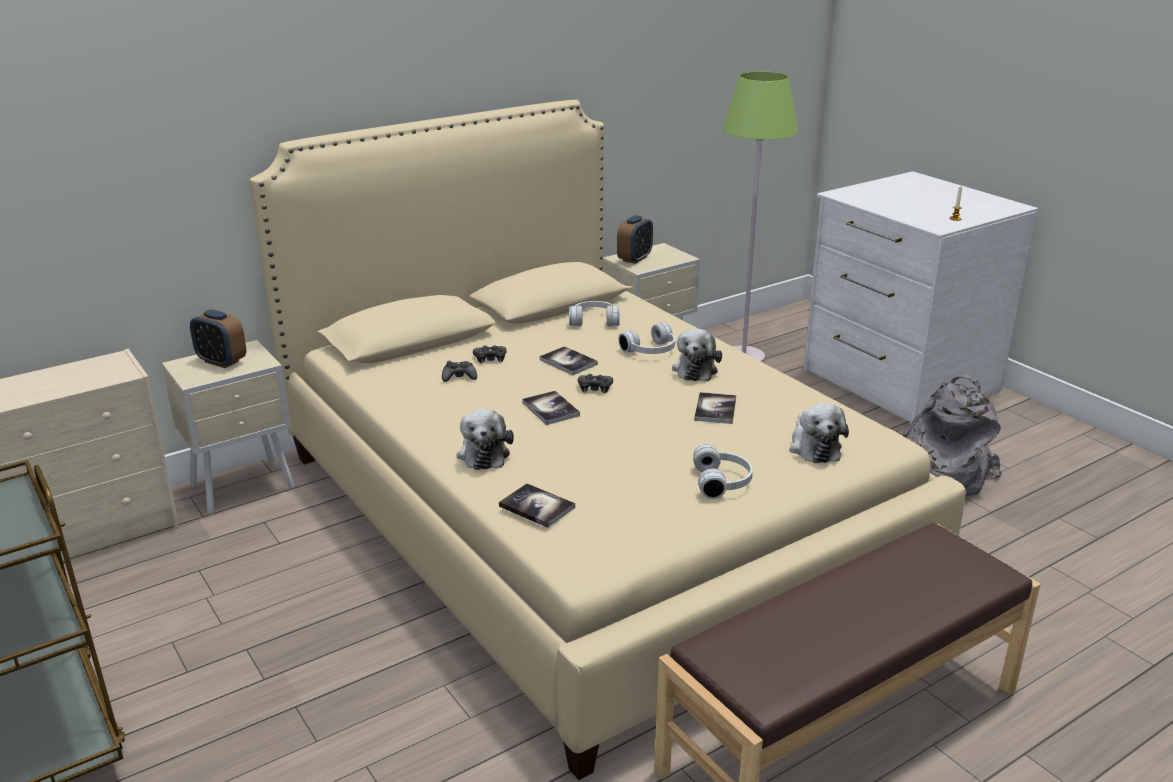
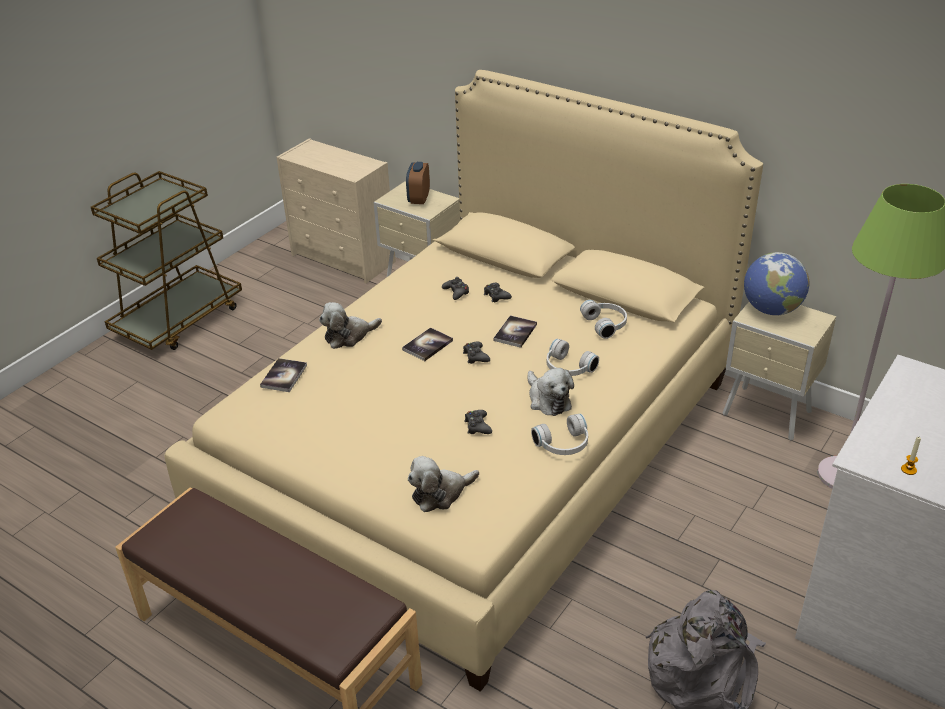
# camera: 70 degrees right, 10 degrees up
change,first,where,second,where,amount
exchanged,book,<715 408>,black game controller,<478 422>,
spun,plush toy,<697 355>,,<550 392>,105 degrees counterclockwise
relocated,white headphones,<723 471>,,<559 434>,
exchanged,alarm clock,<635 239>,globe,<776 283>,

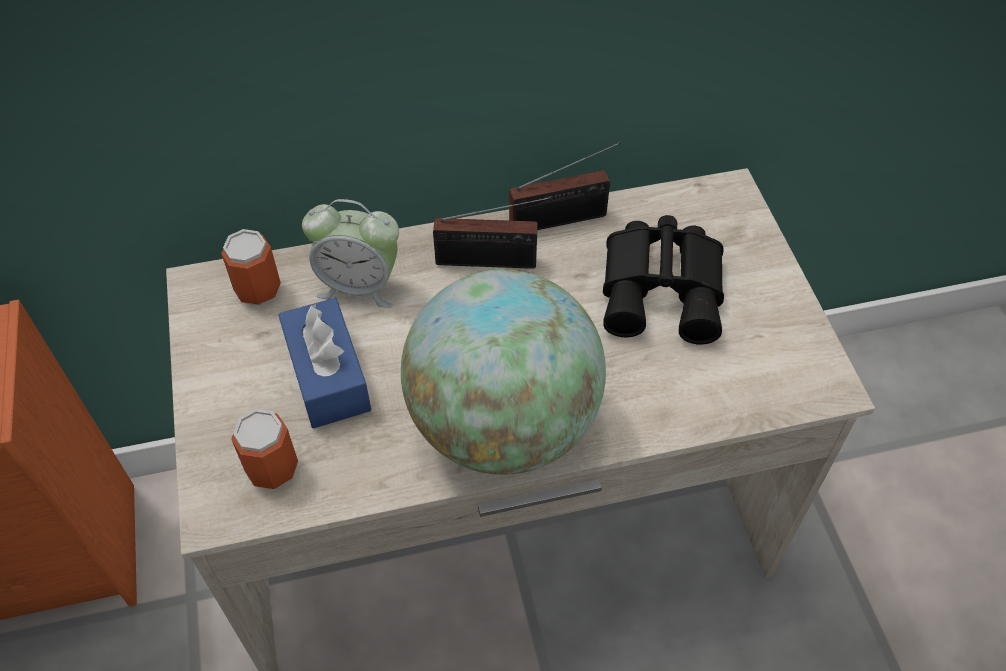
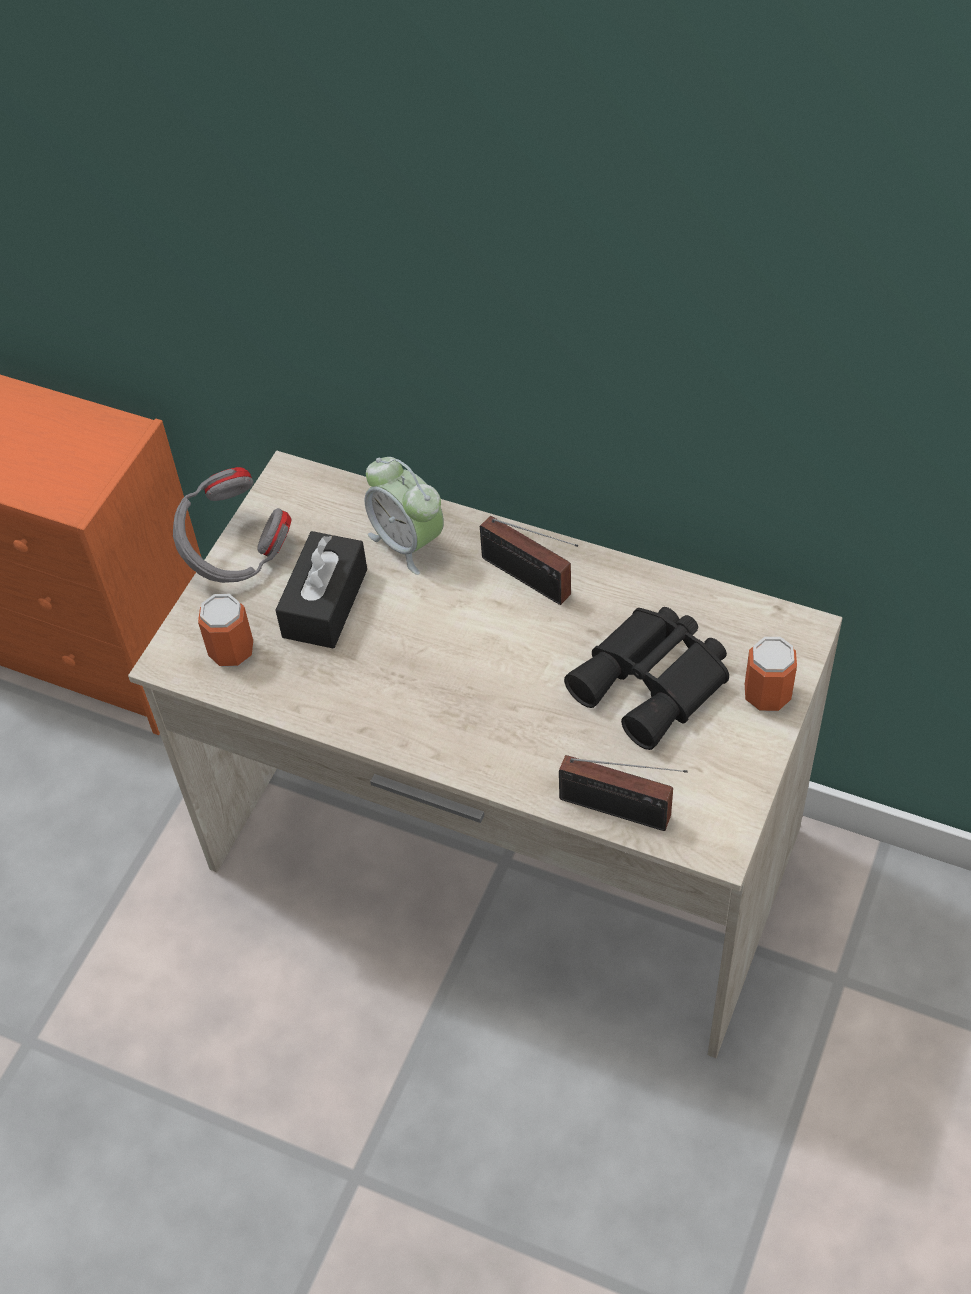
# camera: 40 degrees right, 0 degrees up
change,first,where,second,where,amount
appeared,,,grey headphones,<232 525>,
colour,blue tissue box,<324 363>,black tissue box,<321 589>,
relocated,radio,<565 186>,,<623 793>,
relocated,can,<251 267>,,<771 674>,
missing,globe,<503 372>,,,

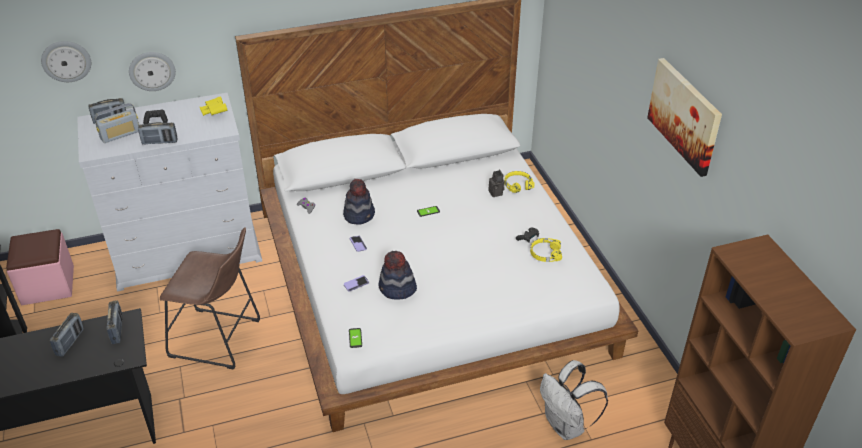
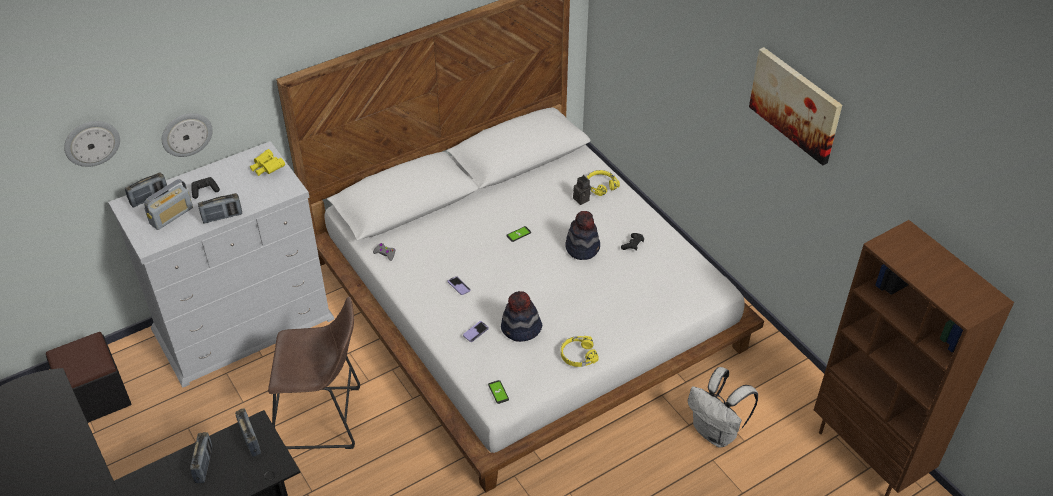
# camera: 15 degrees left, 5 degrees up
change,first,where,second,where,amount
colour,pink ottoman,<40 267>,black ottoman,<88 377>,
relocated,yellow headphones,<546 250>,,<580 351>,
relocated,hat,<359 202>,,<582 235>,

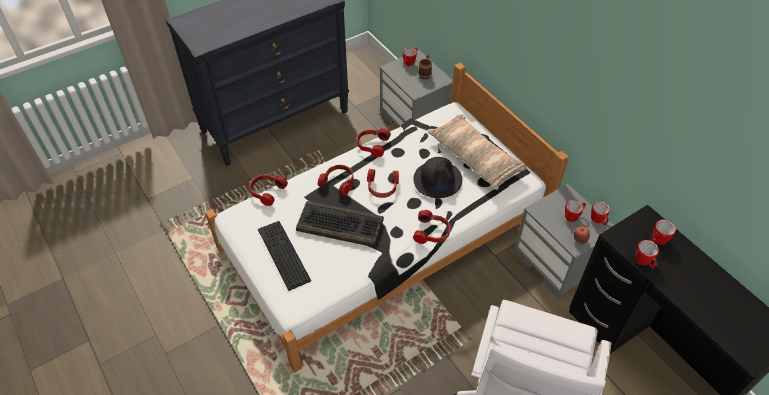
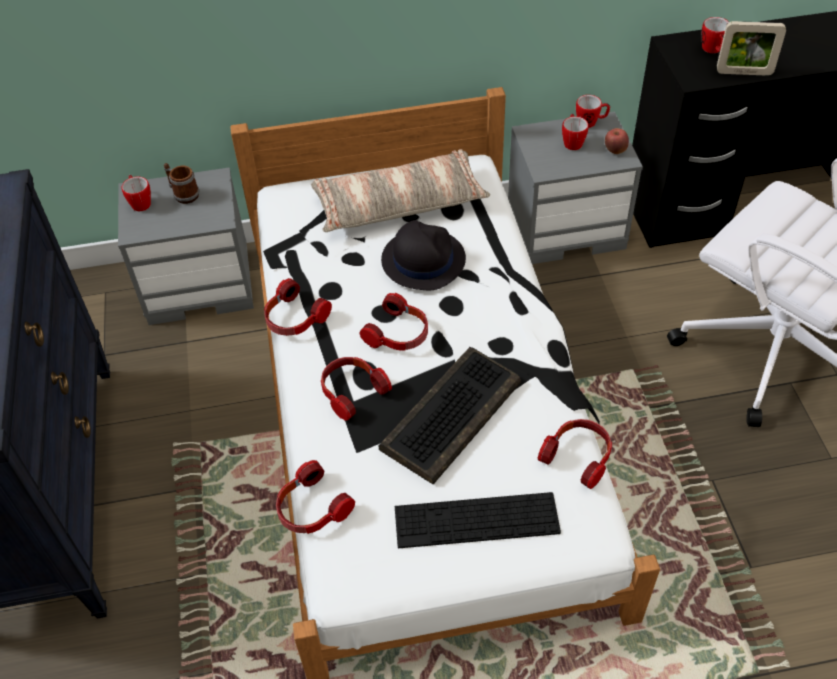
# camera: 65 degrees left, 0 degrees up
change,first,where,second,where,amount
relocated,headphones,<431 227>,,<575 454>,
exchanged,mug,<647 254>,picture frame,<751 48>,

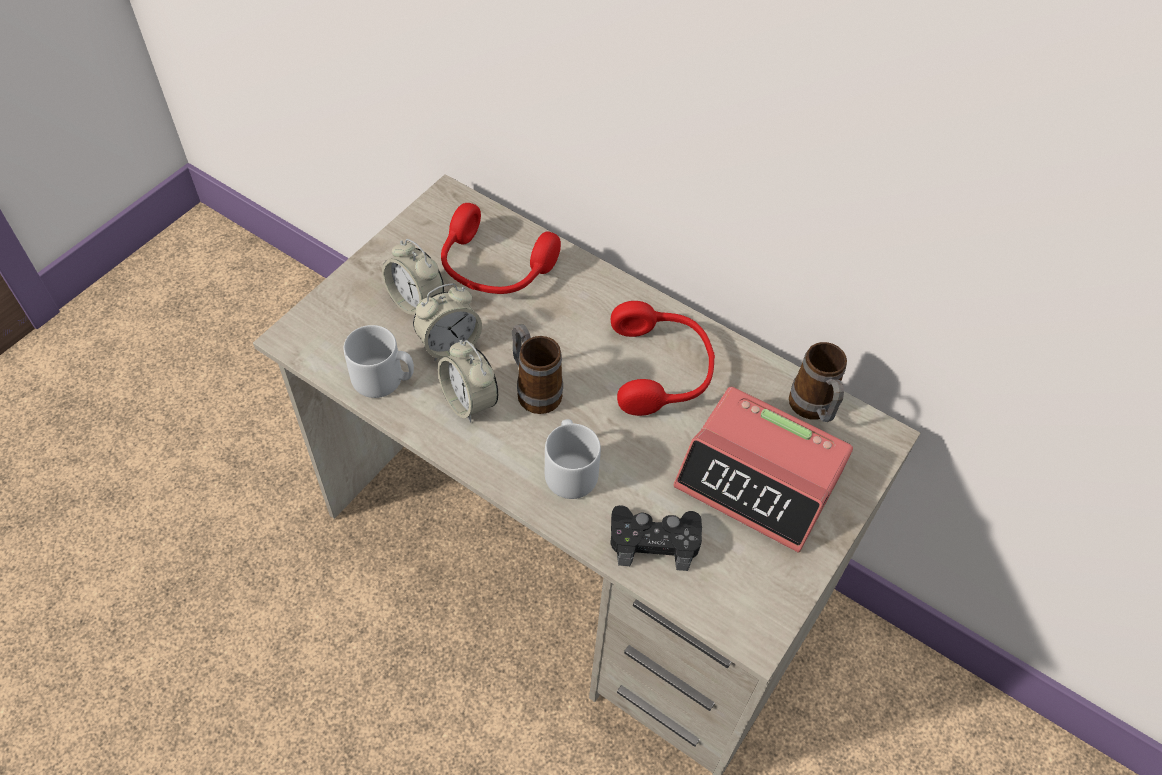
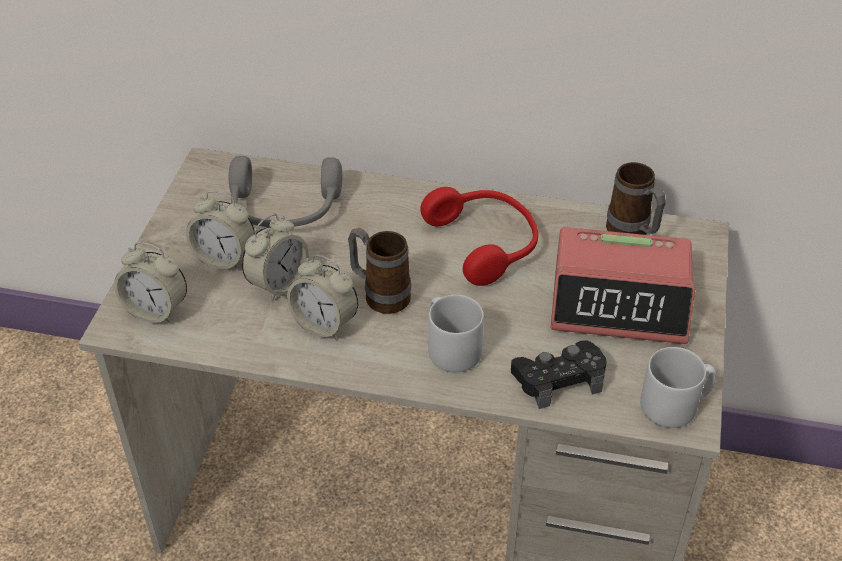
# camera: 20 degrees left, 10 degrees down
change,first,where,second,where,amount
appeared,,,alarm clock,<150 283>,
colour,red headphones,<501 248>,grey headphones,<285 191>,
relocated,grey mug,<379 361>,,<678 387>,

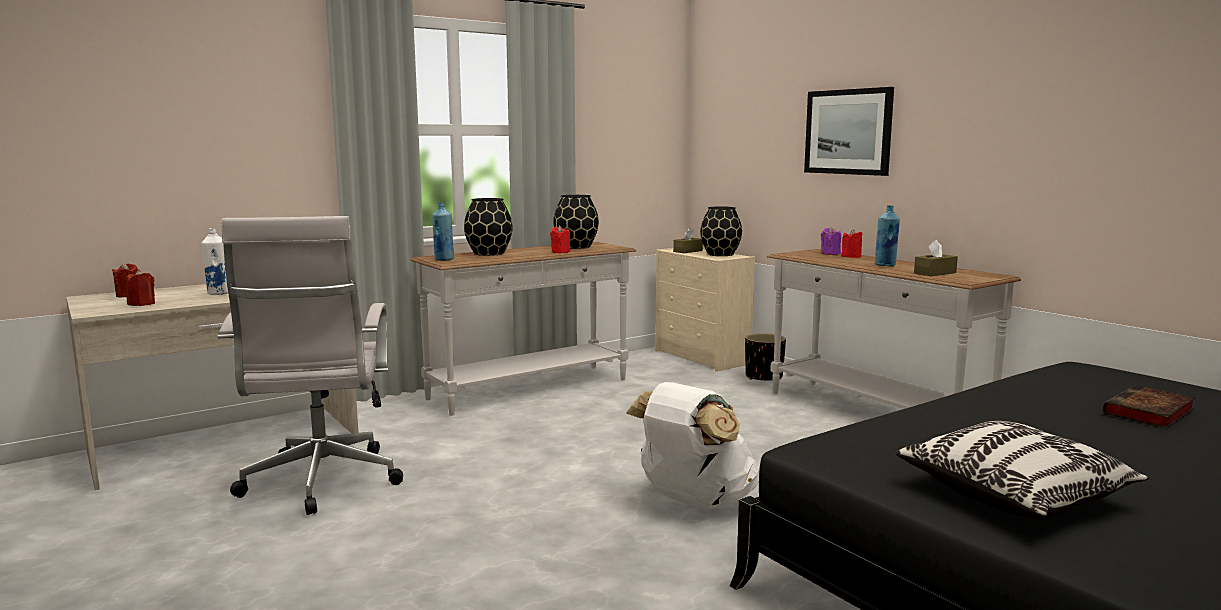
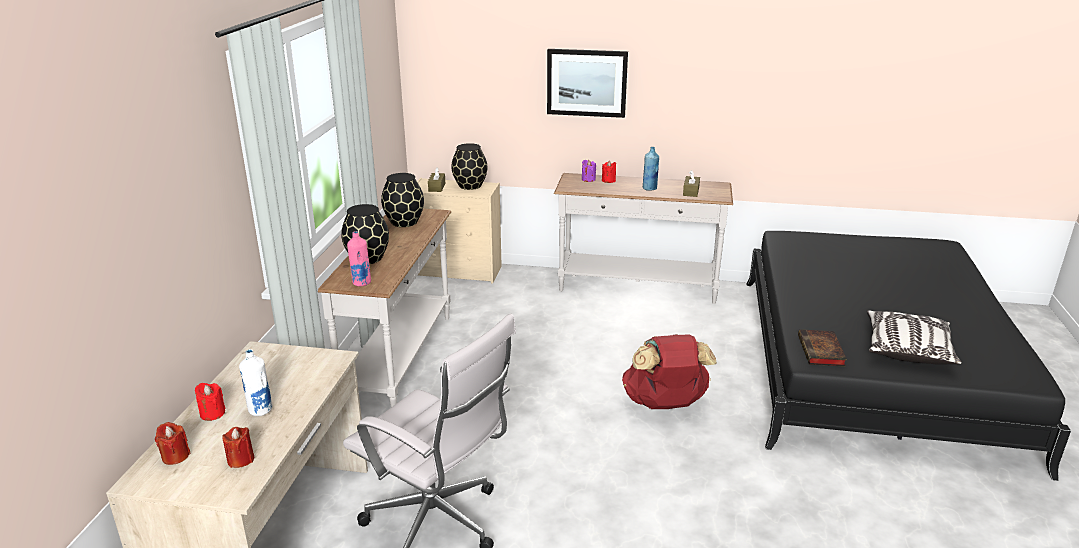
# camera: 45 degrees left, 15 degrees up
change,first,where,second,where,amount
relocated,red candle,<560 239>,,<210 402>,
colour,blue bottle,<443 231>,pink bottle,<359 258>,
colour,white backpack,<692 445>,red backpack,<669 371>,
relocated,book,<1149 407>,,<822 348>,
missing,black planter,<765 357>,,,

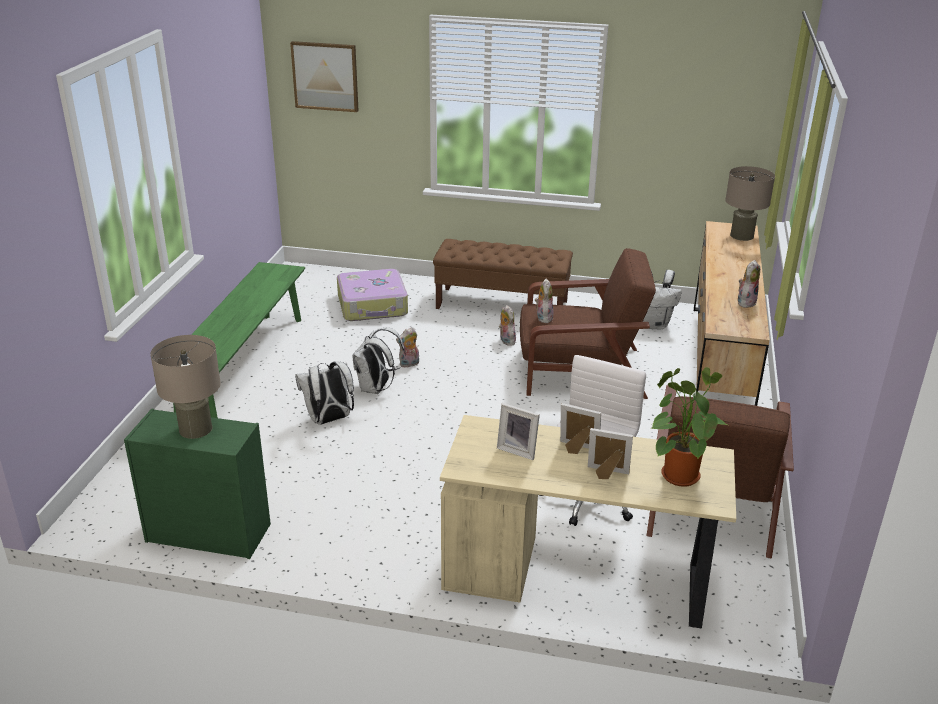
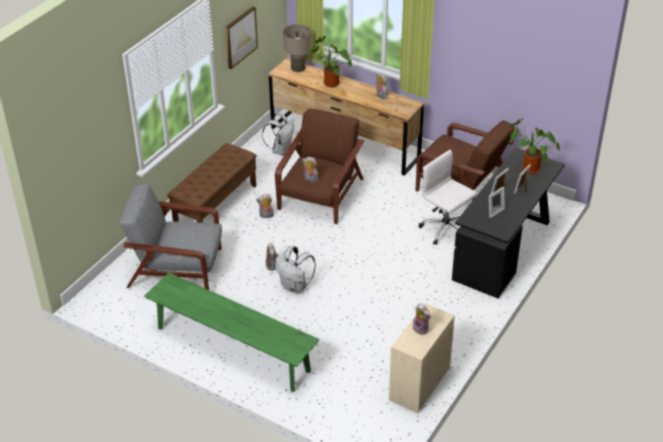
# camera: 70 degrees left, 10 degrees up
change,first,where,second,where,amount
exchanged,suitcase,<372 295>,grey armchair,<171 237>,
relocated,picture,<324 76>,,<241 37>,
appeared,,,potted plant,<330 61>,
colour,green dresser,<197 484>,beige dresser,<422 358>,
exchanged,beige table lamp,<185 387>,plush toy,<421 319>,
colour,beige desk,<588 522>,black desk,<508 223>,
missing,white backpack,<324 392>,,,

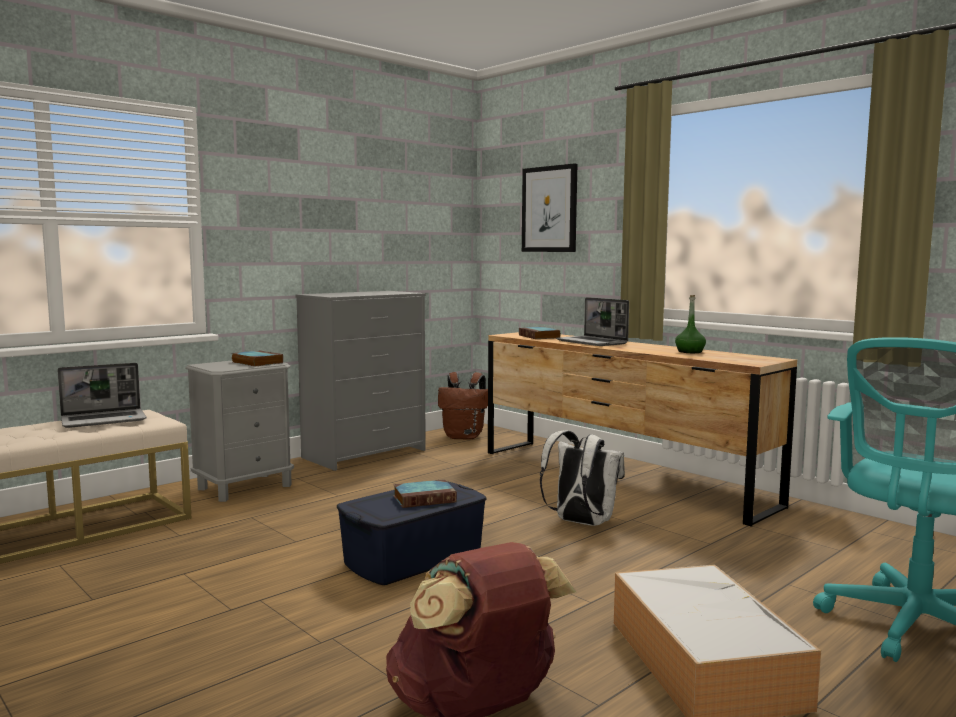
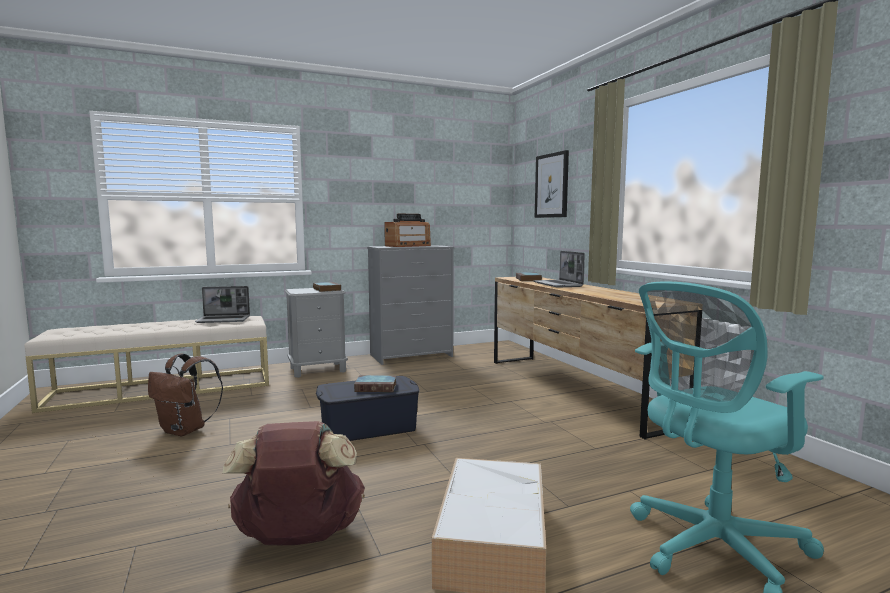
# camera: 20 degrees right, 0 degrees up
change,first,where,second,where,amount
relocated,brown backpack,<463 406>,,<185 395>,
appeared,,,radio,<407 230>,
missing,white backpack,<582 478>,,,
missing,green bottle,<690 324>,,,

